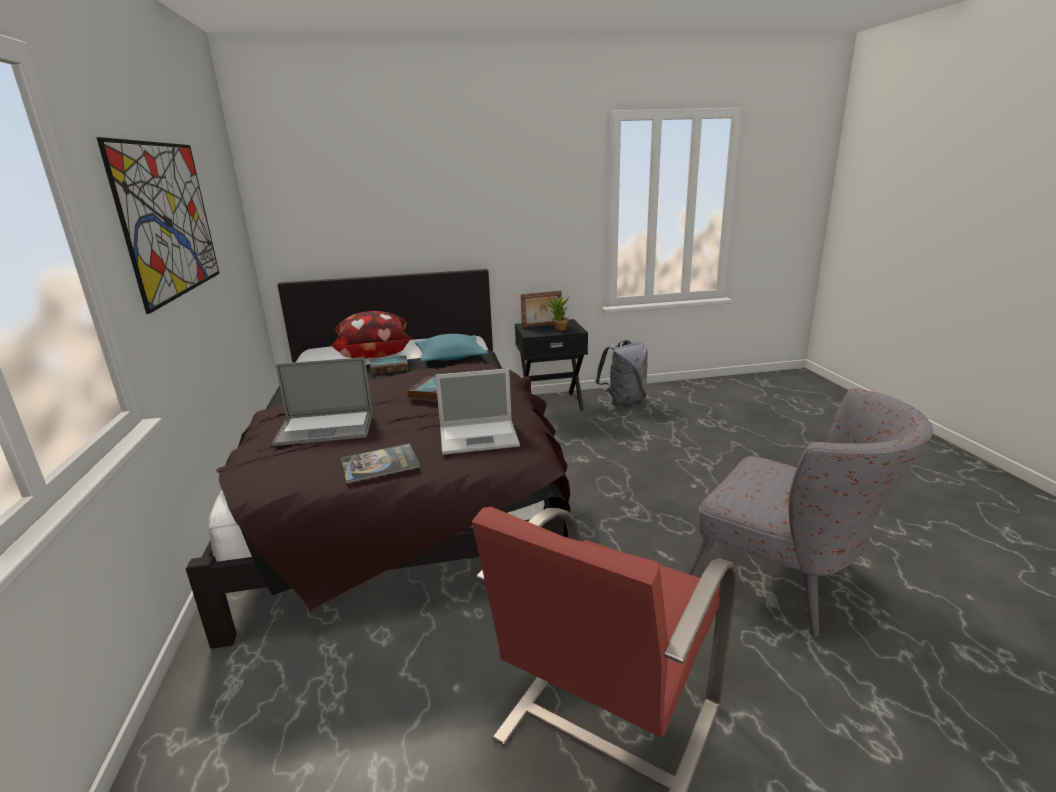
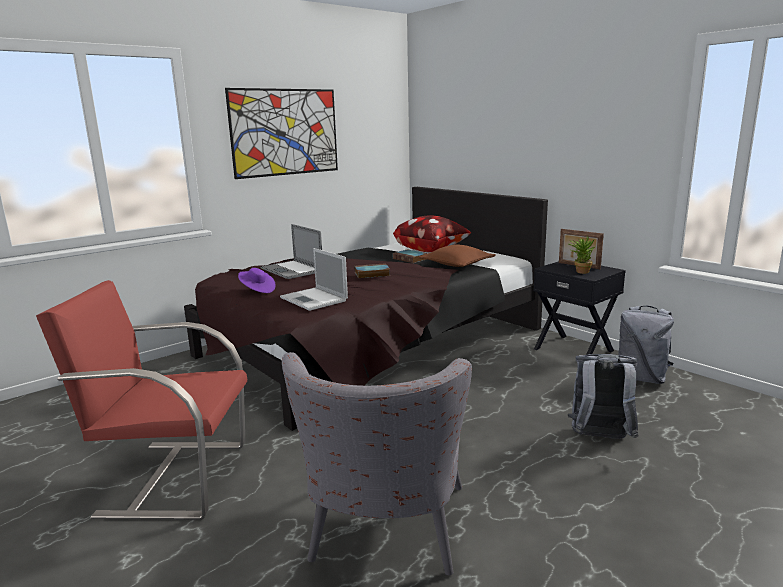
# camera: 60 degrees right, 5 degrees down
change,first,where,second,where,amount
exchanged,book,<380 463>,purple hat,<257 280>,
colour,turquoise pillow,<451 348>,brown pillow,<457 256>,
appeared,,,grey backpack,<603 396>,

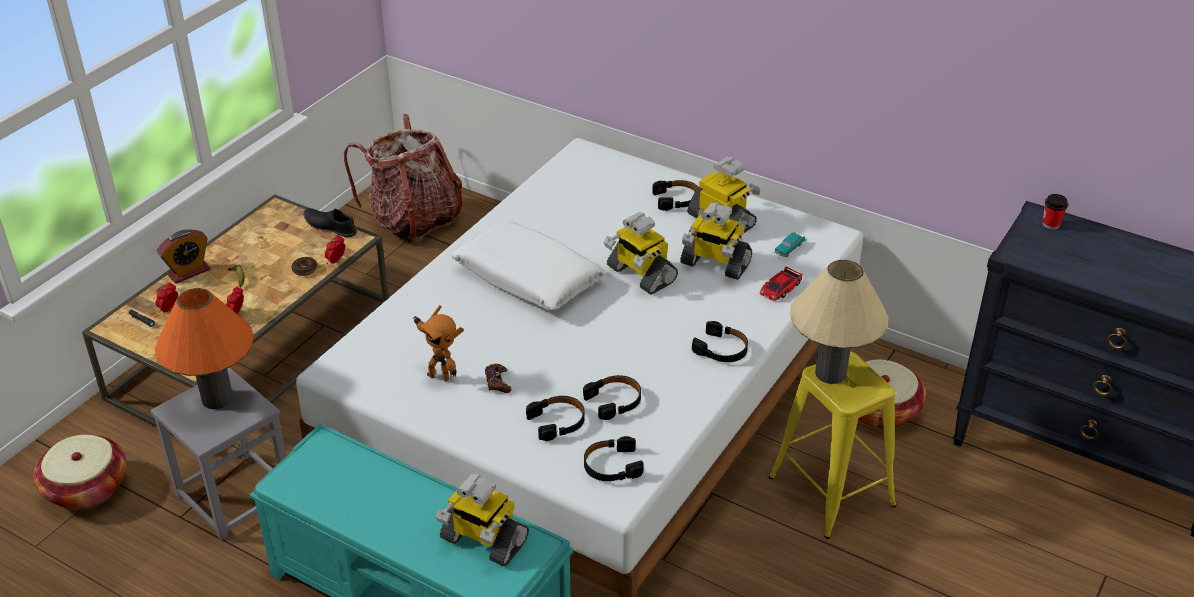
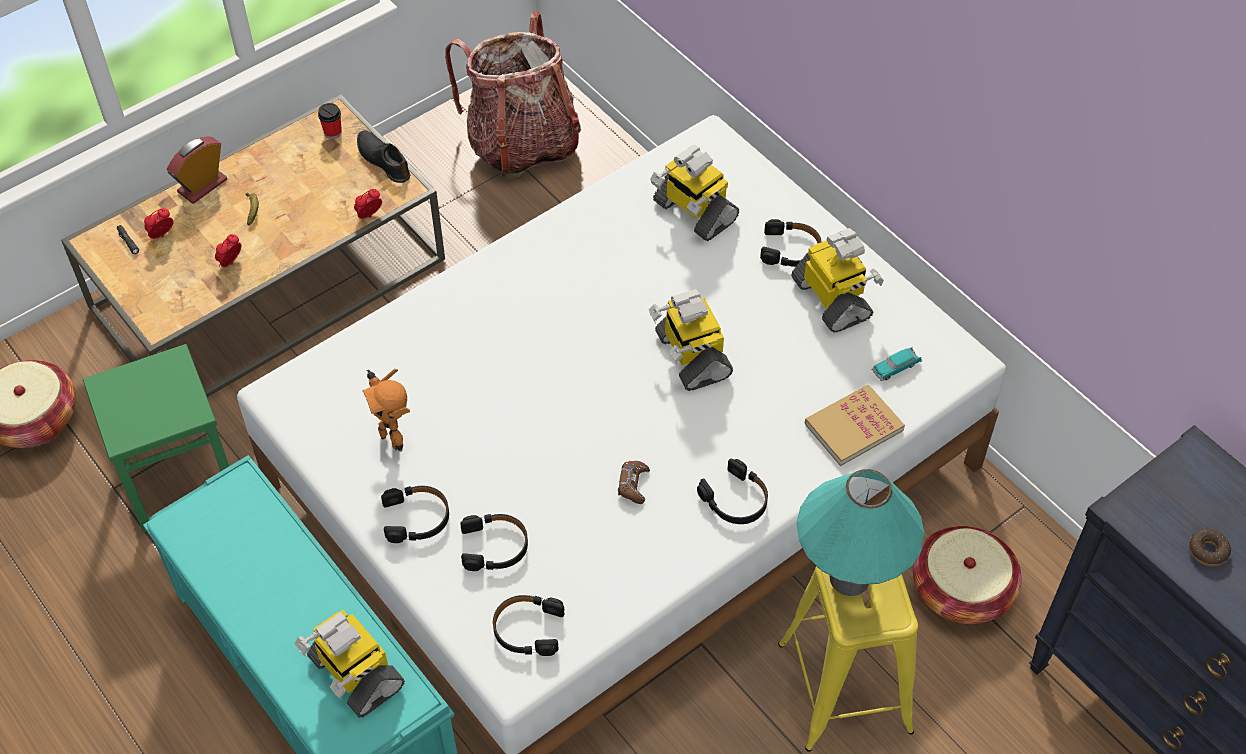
# camera: 20 degrees right, 15 degrees up
change,first,where,second,where,amount
colour,grey stool,<218 453>,green stool,<156 438>,
spun,alarm clock,<183 257>,,<197 170>,150 degrees clockwise
relocated,cup,<1055 212>,,<330 121>,
relocated,black headphones,<612 397>,,<415 514>,
relocated,brown game controller,<498 378>,,<634 482>,
relocated,toy robot,<716 241>,,<694 193>,
colour,beige table lamp,<839 322>,turquoise table lamp,<860 532>,
exchanged,toy car,<781 284>,book,<855 425>,
relocated,donut,<304 266>,,<1210 547>,
missing,orange table lamp,<204 348>,,,
missing,white pillow,<529 265>,,,

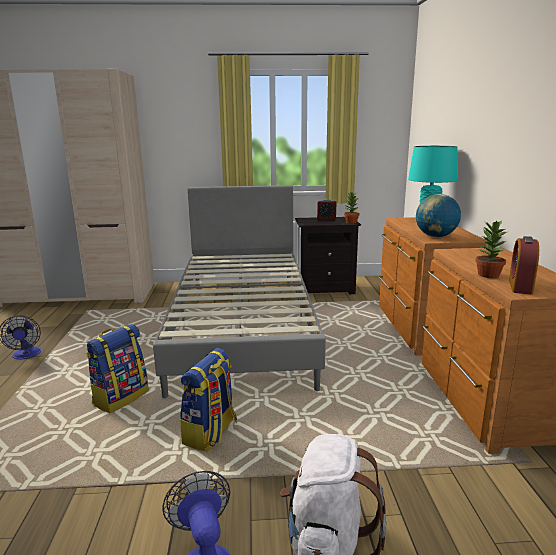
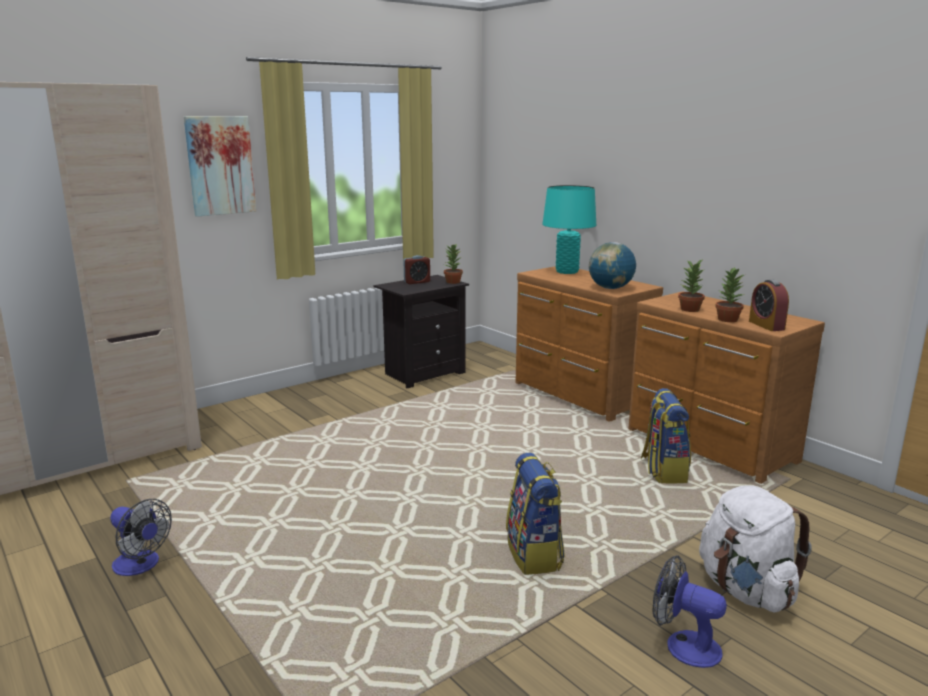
# camera: 35 degrees left, 0 degrees up
change,first,where,second,where,amount
appeared,,,picture,<220 166>,
relocated,backpack,<117 368>,,<666 435>,
appeared,,,potted plant,<691 286>,
missing,grey bed,<239 291>,,,

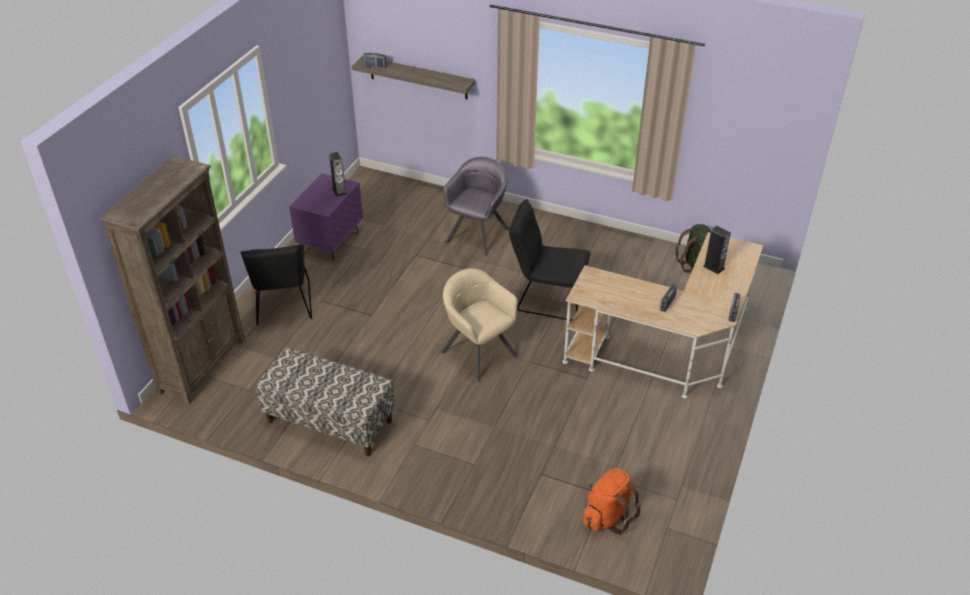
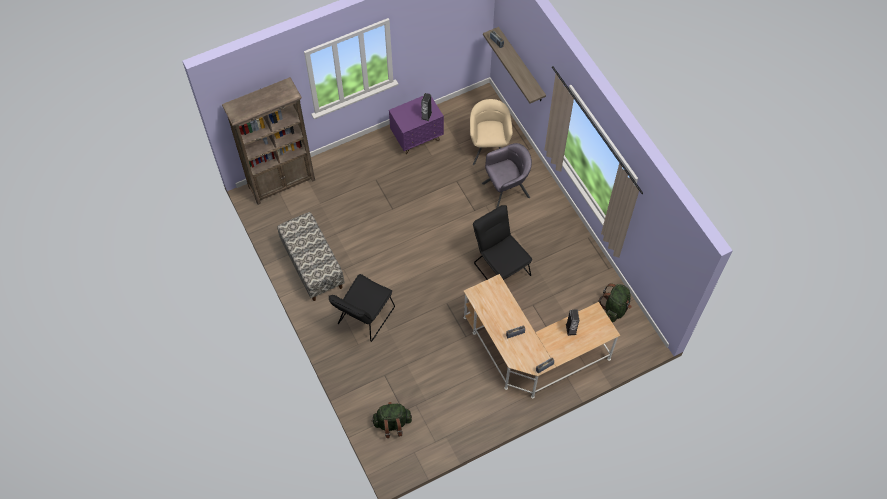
# camera: 40 degrees right, 20 degrees up
change,first,where,second,where,amount
relocated,black chair,<276 284>,,<362 308>,
colour,orange backpack,<612 501>,green backpack,<391 420>,
relocated,beige armchair,<479 326>,,<491 132>,

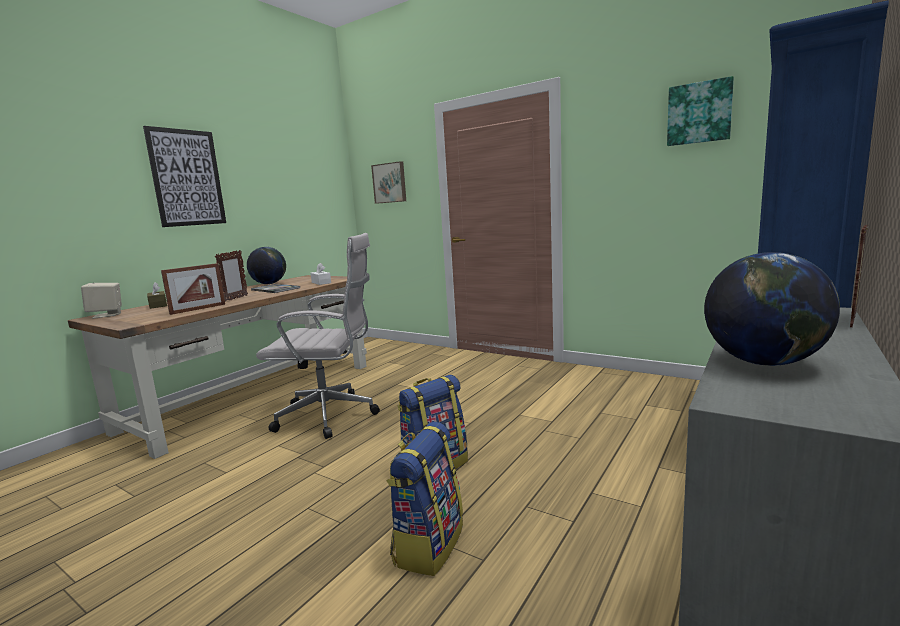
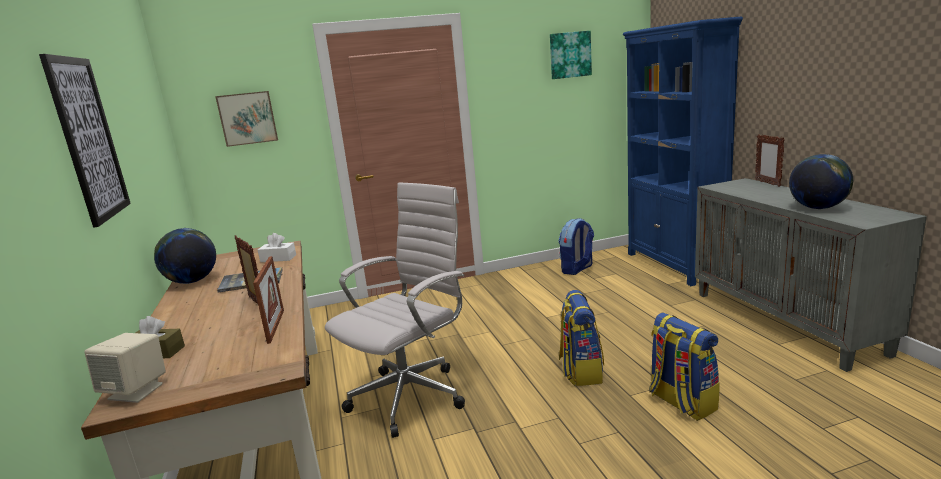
# camera: 50 degrees left, 5 degrees up
change,first,where,second,where,amount
appeared,,,backpack,<576 246>,

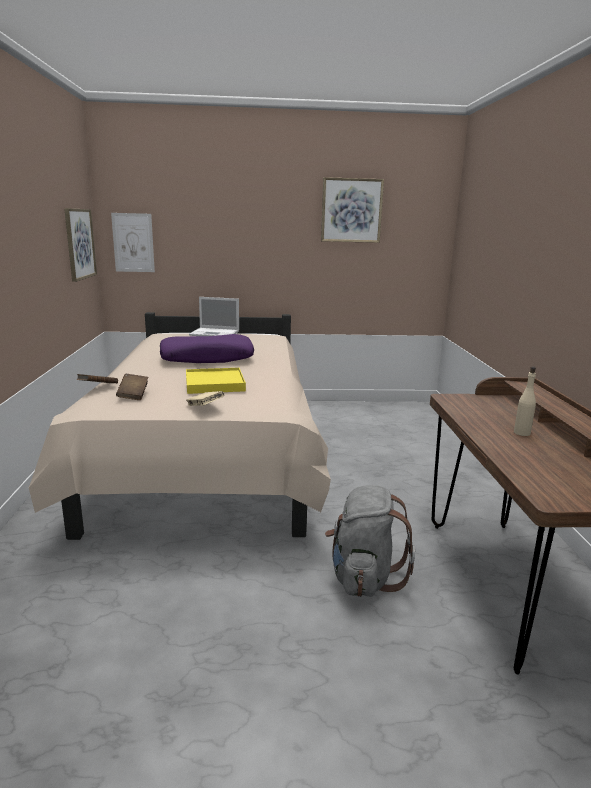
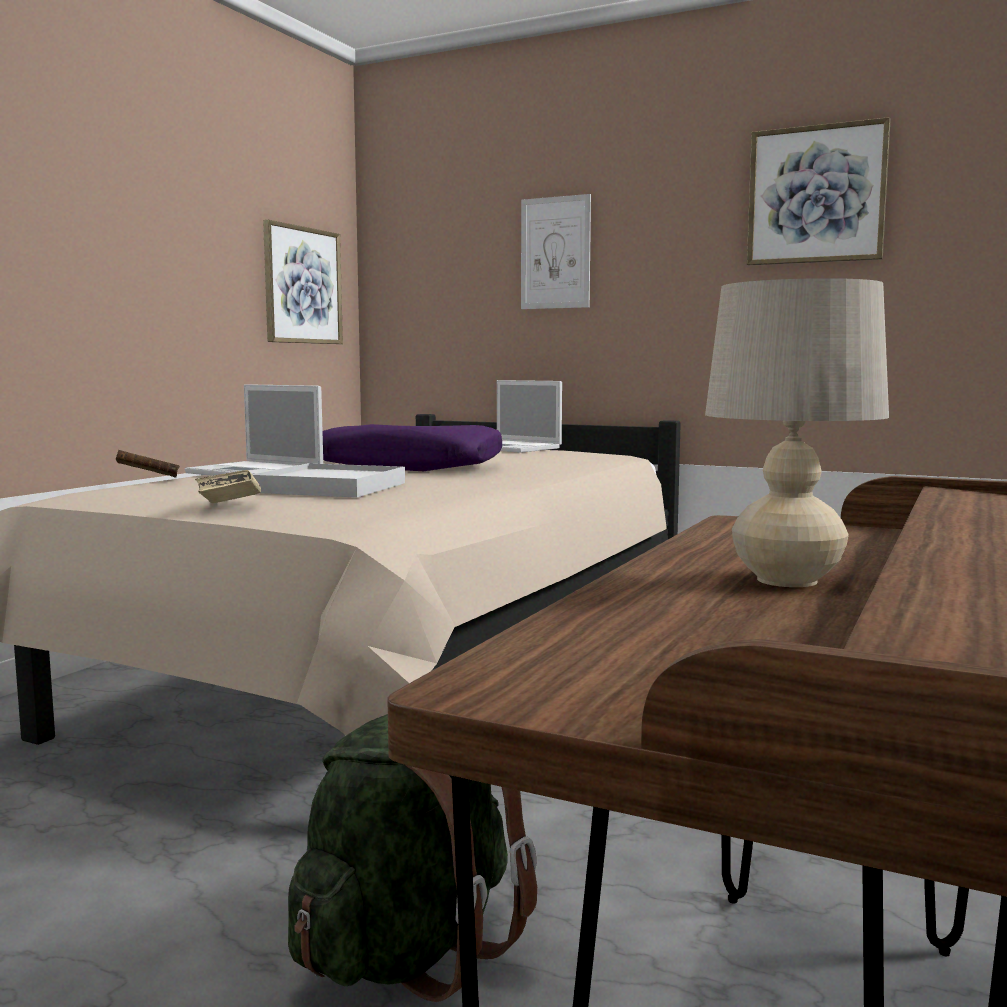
# camera: 30 degrees right, 10 degrees down
change,first,where,second,where,amount
appeared,,,laptop,<254 430>,
colour,yellow tray,<216 381>,white tray,<328 480>,
colour,grey backpack,<370 541>,green backpack,<412 858>,
relocated,picture,<133 242>,,<556 251>,
exchanged,beige bottle,<525 401>,beige table lamp,<797 432>,
missing,brown book,<132 387>,,,

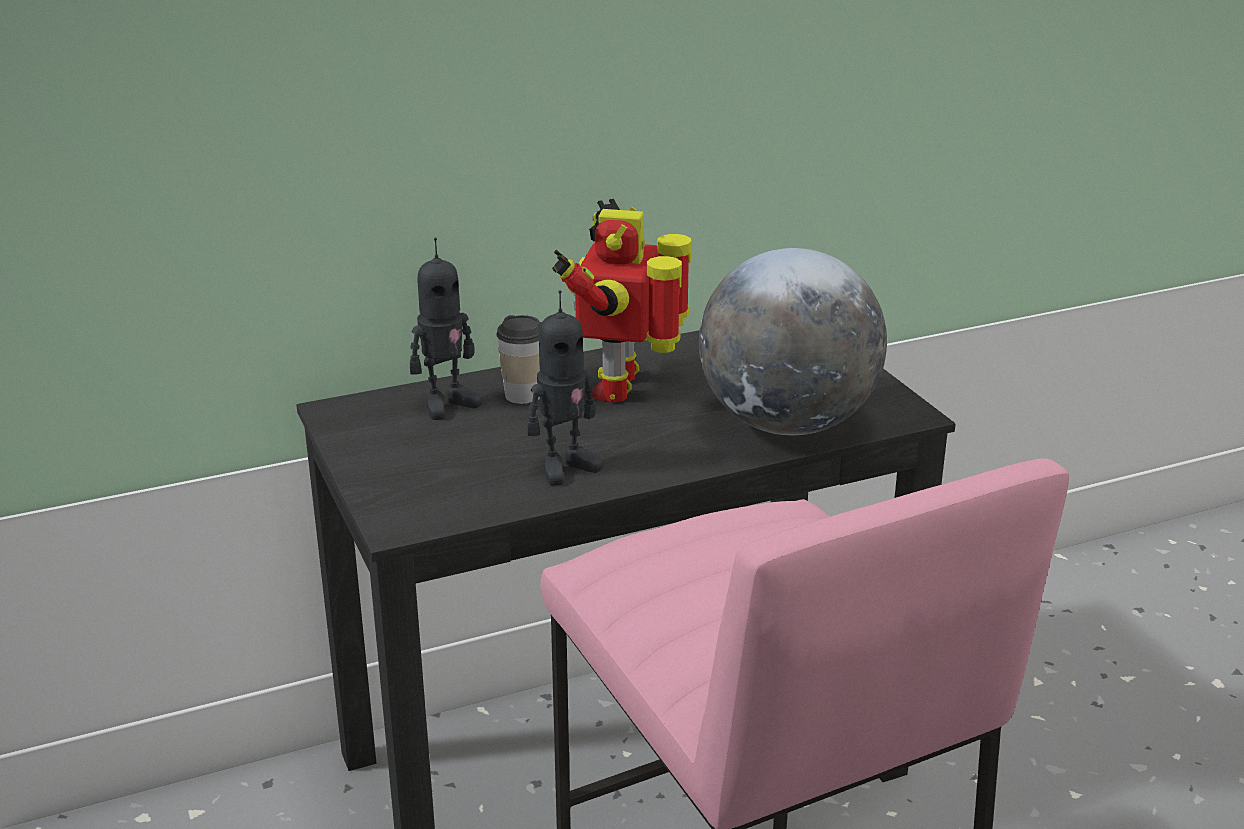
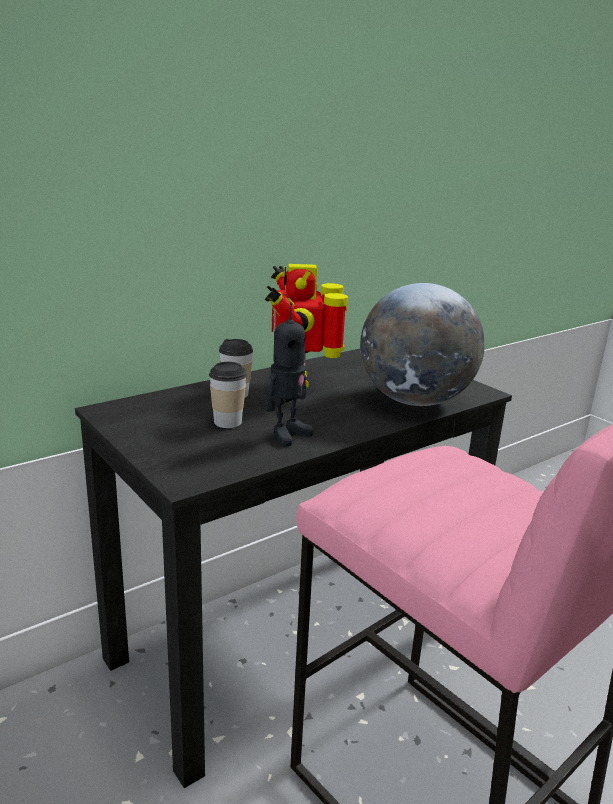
# camera: 15 degrees left, 5 degrees down
change,first,where,second,where,amount
appeared,,,cup,<228 395>,
missing,toy robot,<446 329>,,,

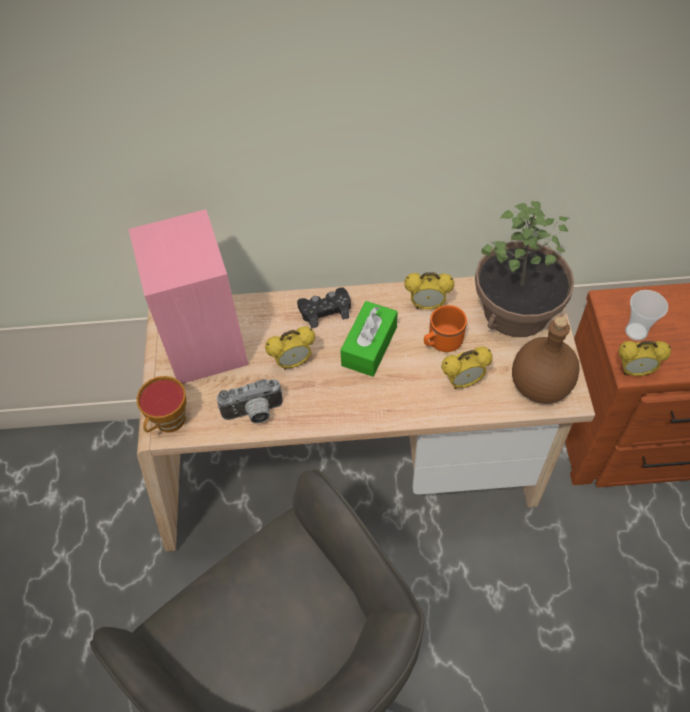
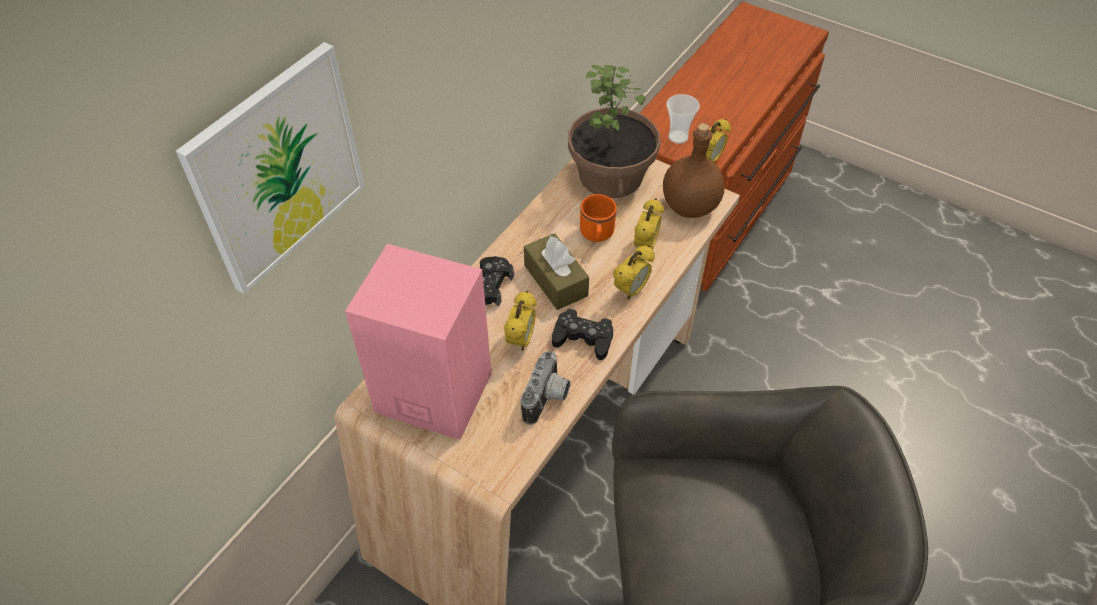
# camera: 55 degrees left, 5 degrees down
change,first,where,second,where,amount
appeared,,,picture,<270 168>,
colour,green tissue box,<369 339>,brown tissue box,<556 271>,
appeared,,,black game controller,<582 334>,
relocated,alarm clock,<429 290>,,<634 272>,
missing,cup,<161 404>,,,

